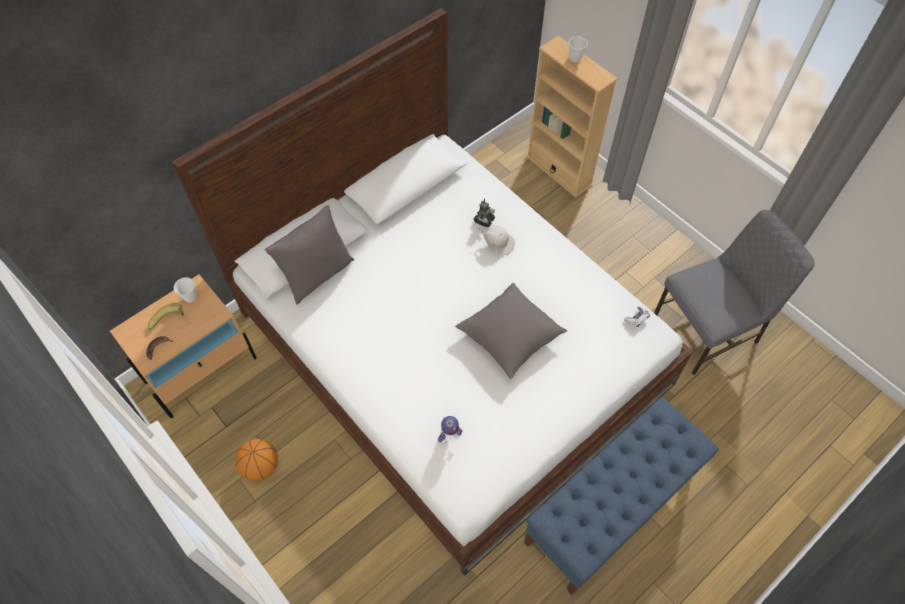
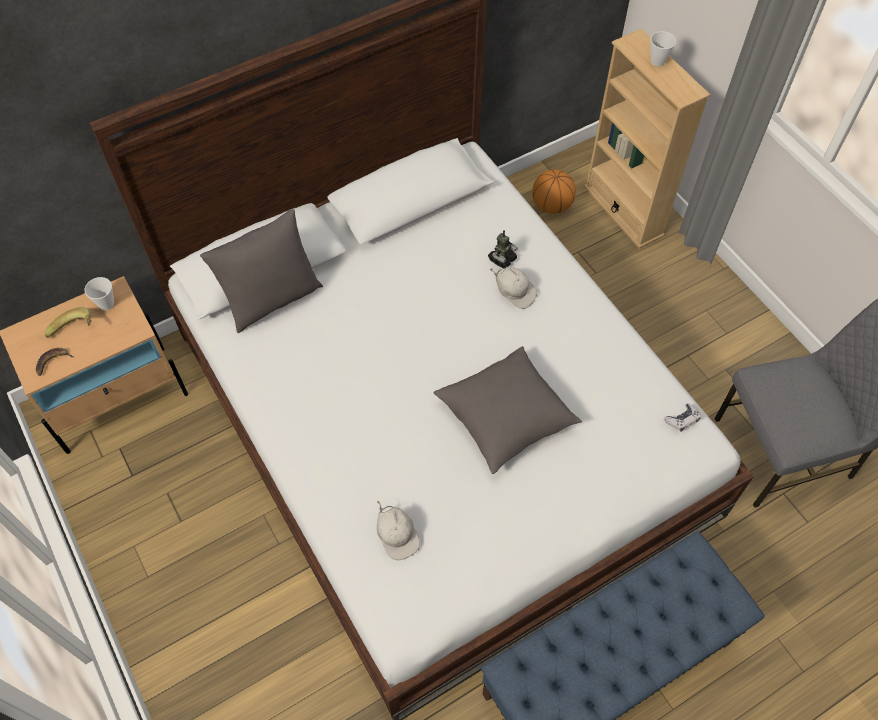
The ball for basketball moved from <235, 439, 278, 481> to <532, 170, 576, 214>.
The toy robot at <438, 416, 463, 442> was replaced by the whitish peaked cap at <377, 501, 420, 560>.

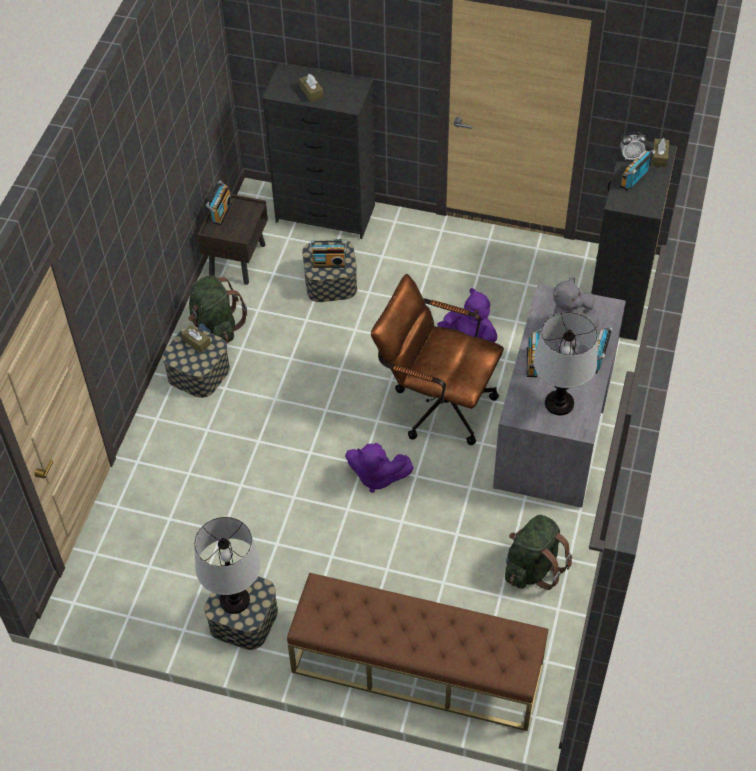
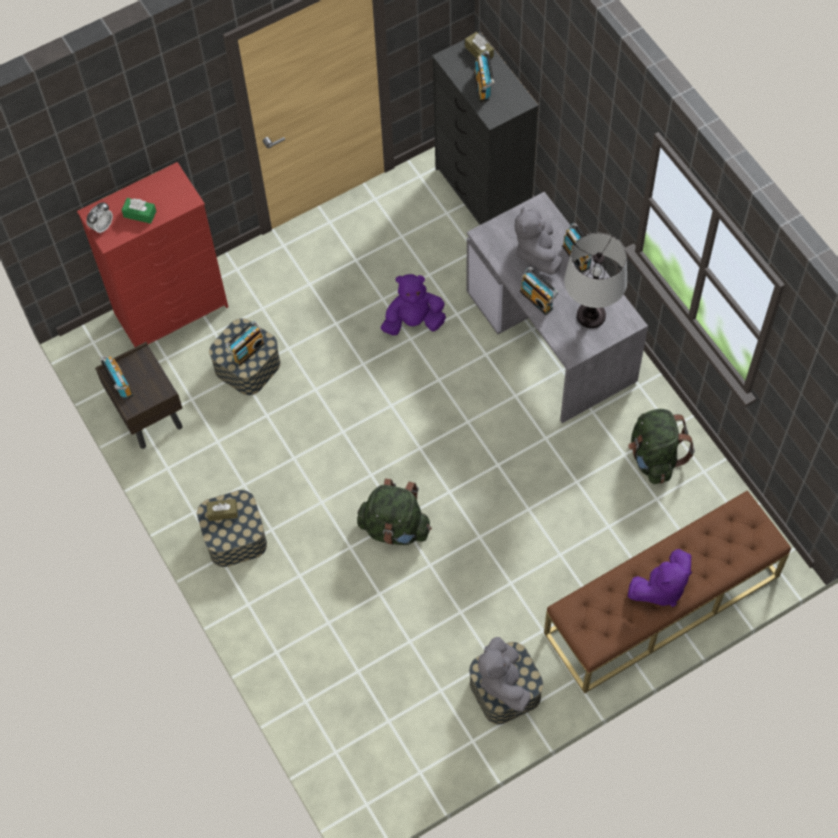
The brown office chair at <371, 274, 504, 445> disappeared.
The green-coloured rucksack moved from <188, 276, 247, 343> to <357, 478, 432, 545>.
The purple cuddly toy moved from <345, 443, 414, 493> to <628, 549, 692, 607>.
The bedside clock moved from <620, 132, 646, 160> to <86, 202, 113, 234>.
The tabletop lamp at <194, 517, 261, 614> was replaced by the greyish cuddly toy at <478, 637, 531, 711>.
The blackish dresser at <262, 64, 375, 239> became the red dresser at <77, 162, 228, 347>.
The brown box of tissues at <299, 74, 324, 102> became the green-coloured box of tissues at <122, 198, 156, 224>.

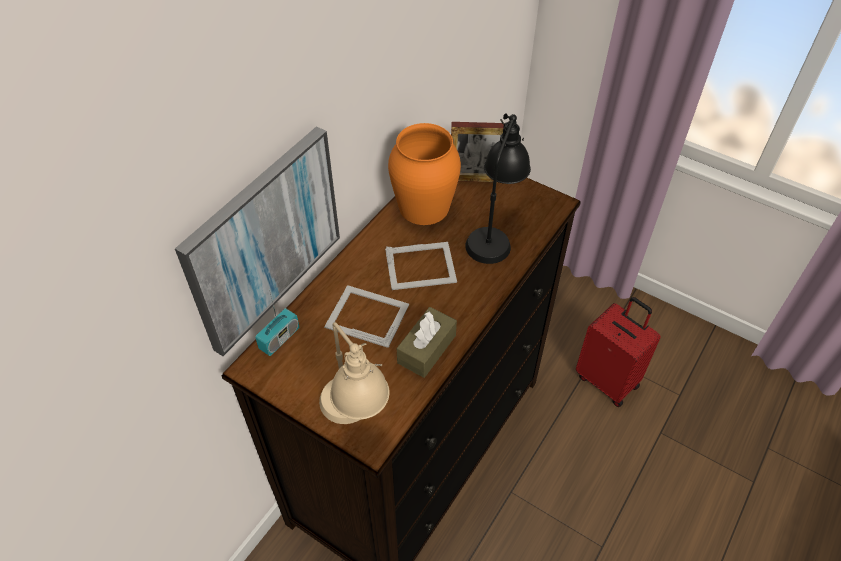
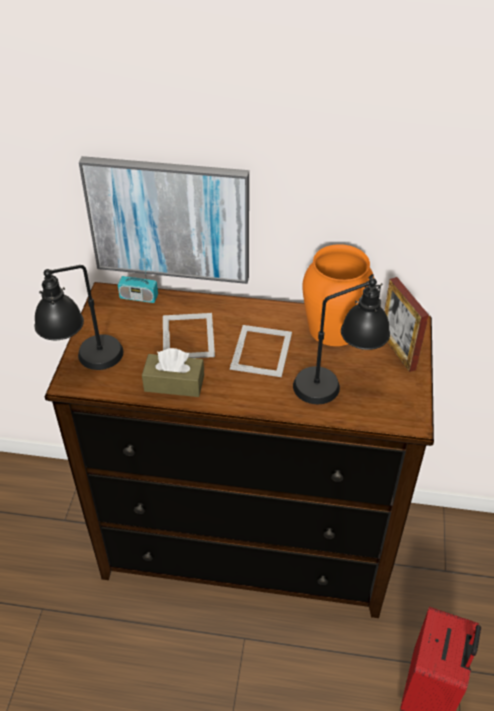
The beige tabletop lamp at <319, 322, 389, 424> became the blackish tabletop lamp at <35, 265, 124, 370>.
The picture frame at <385, 242, 457, 290> turned 135 degrees counterclockwise.

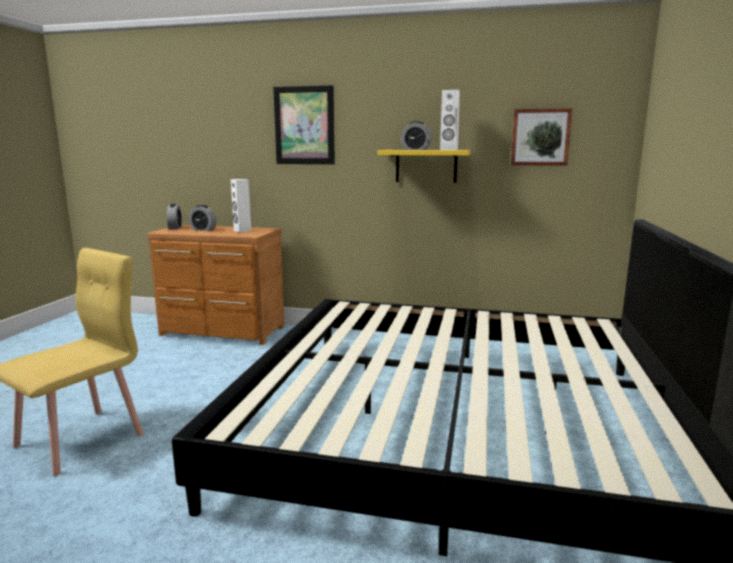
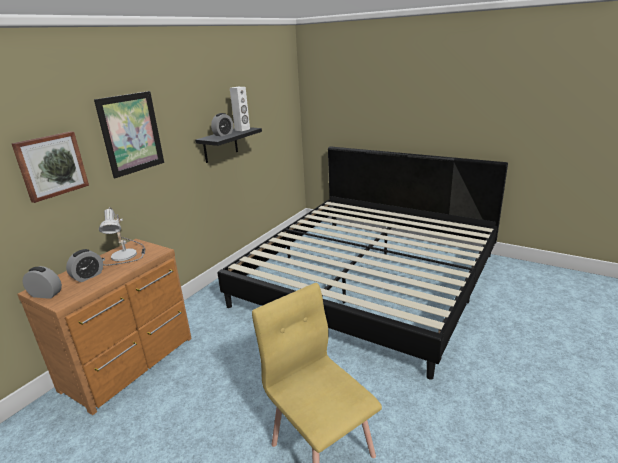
The wall picture moved from <511, 108, 573, 166> to <12, 131, 89, 203>.
The whitish audio speaker at <231, 179, 251, 232> was replaced by the tabletop lamp at <99, 207, 145, 266>.
The yellow-coloured shelf at <378, 150, 470, 183> became the blackish shelf at <195, 127, 262, 163>.

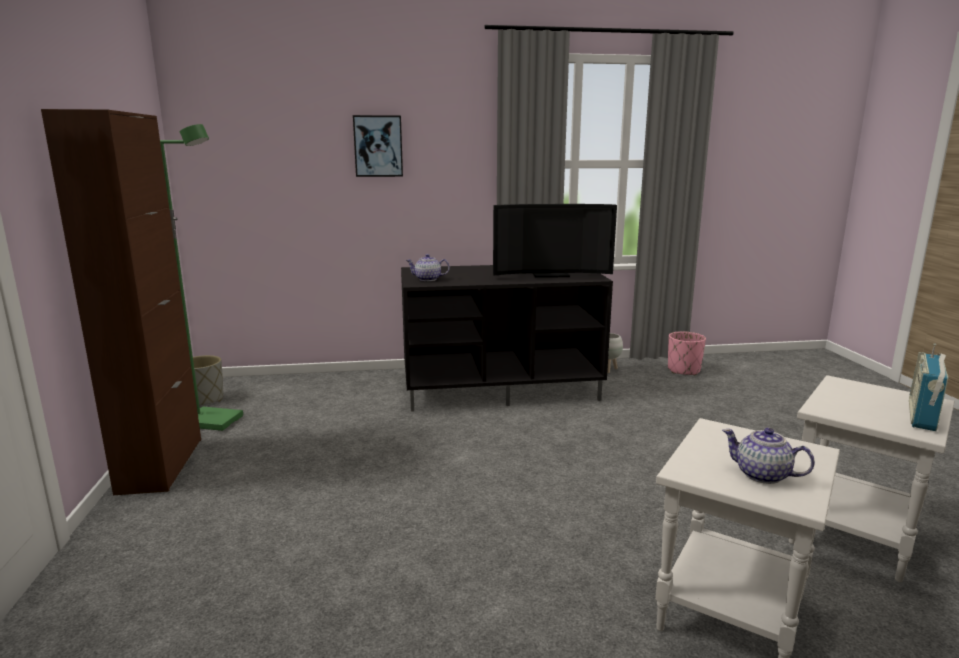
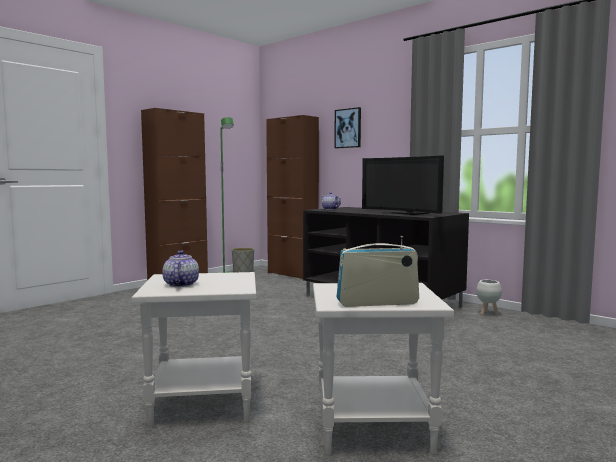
The pinkish plant pot at <668, 331, 706, 375> disappeared.
The brown storage cabinet at <266, 115, 319, 279> appeared.

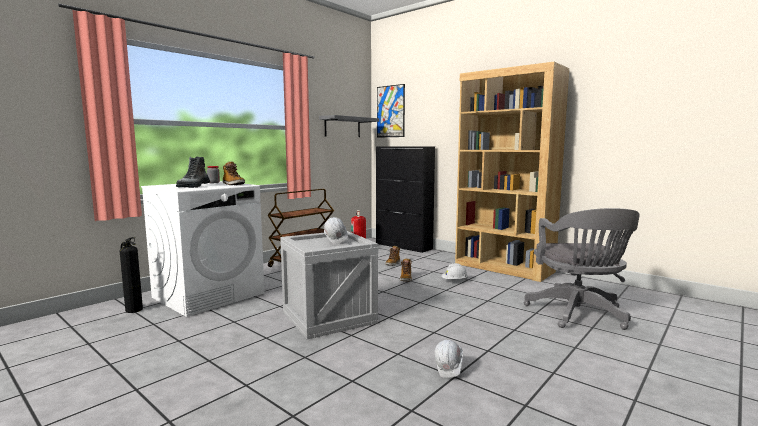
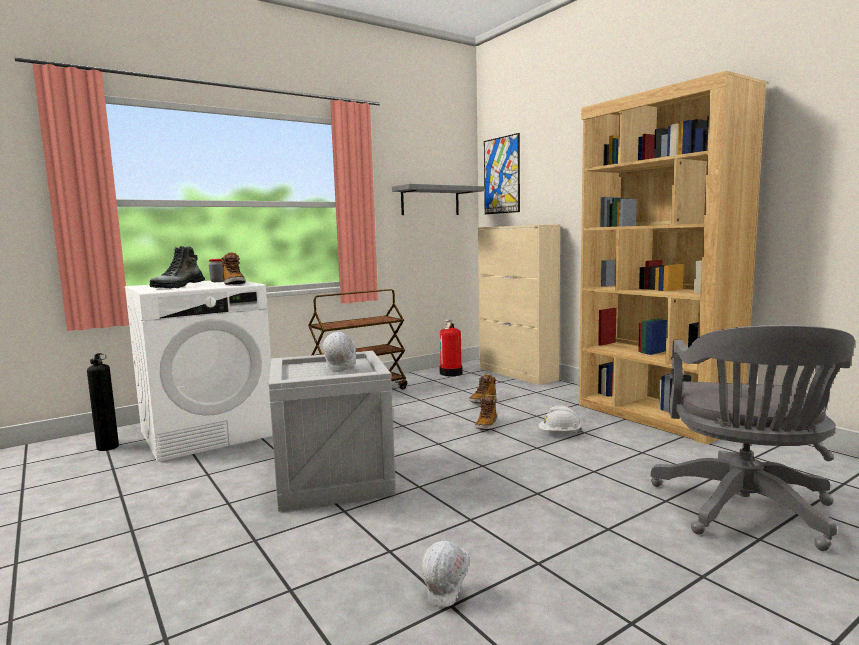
The blackish storage cabinet at <376, 147, 435, 253> became the beige storage cabinet at <478, 225, 560, 385>.

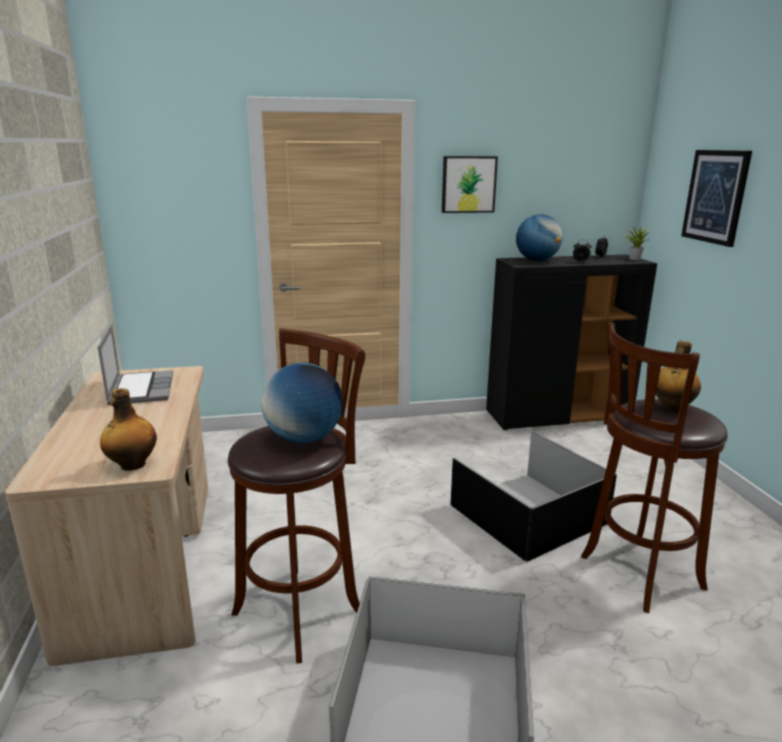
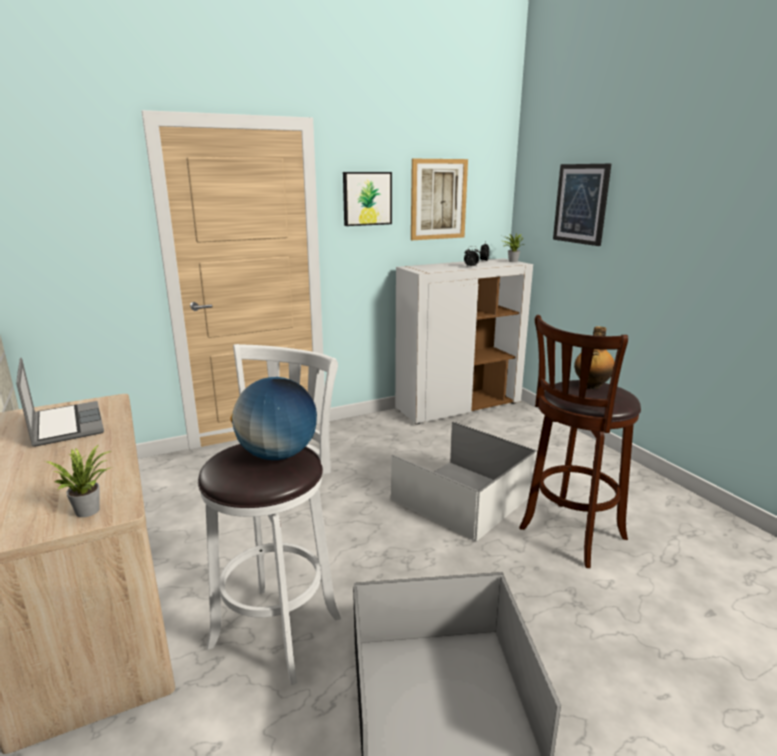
The globe at <516, 214, 563, 261> disappeared.
The wall picture at <411, 159, 468, 240> appeared.
The bottle at <100, 388, 157, 471> was replaced by the potted plant at <45, 445, 111, 517>.
The brown stool seat at <228, 328, 365, 663> became the whitish stool seat at <198, 344, 341, 685>.
The blackish storage bin at <450, 431, 617, 562> became the whitish storage bin at <391, 422, 537, 541>.
The blackish storage cabinet at <486, 255, 657, 431> became the whitish storage cabinet at <395, 258, 533, 425>.

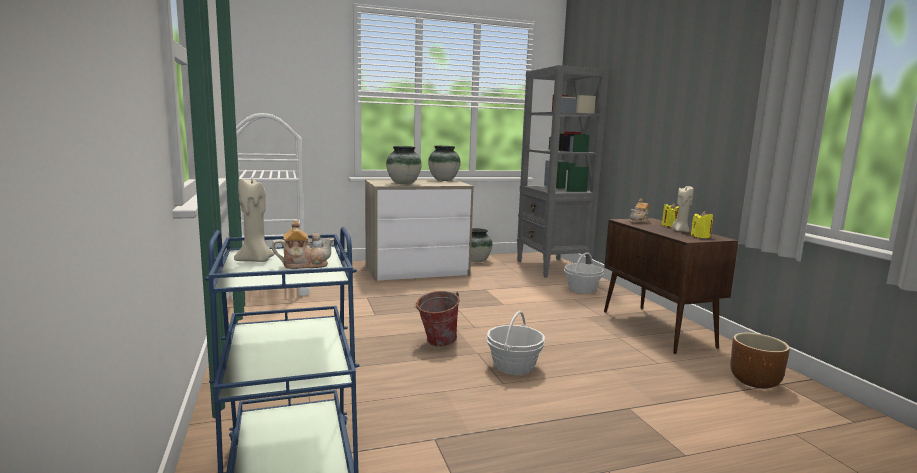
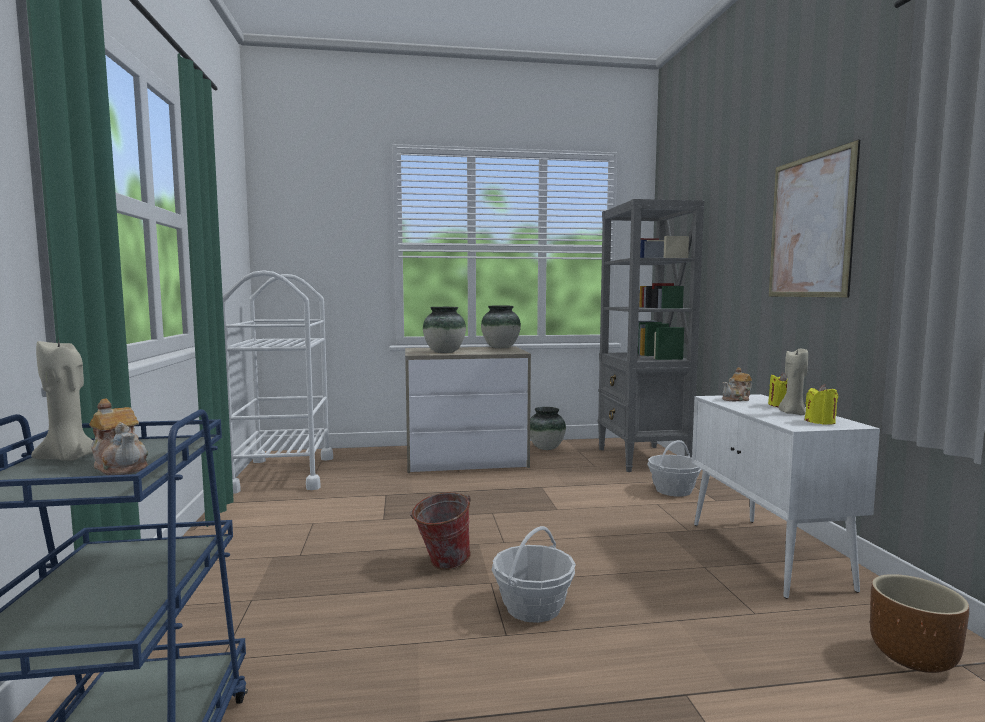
The wall picture at <769, 140, 860, 297> appeared.
The brown storage cabinet at <604, 218, 738, 354> became the whitish storage cabinet at <692, 394, 880, 599>.
The pot for tea at <272, 220, 334, 269> turned 45 degrees clockwise.

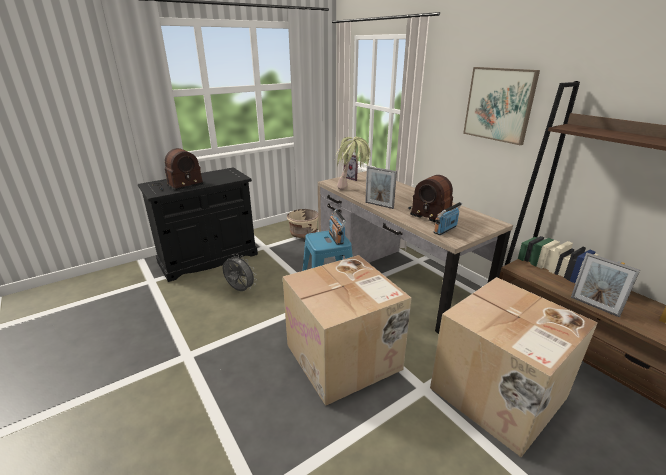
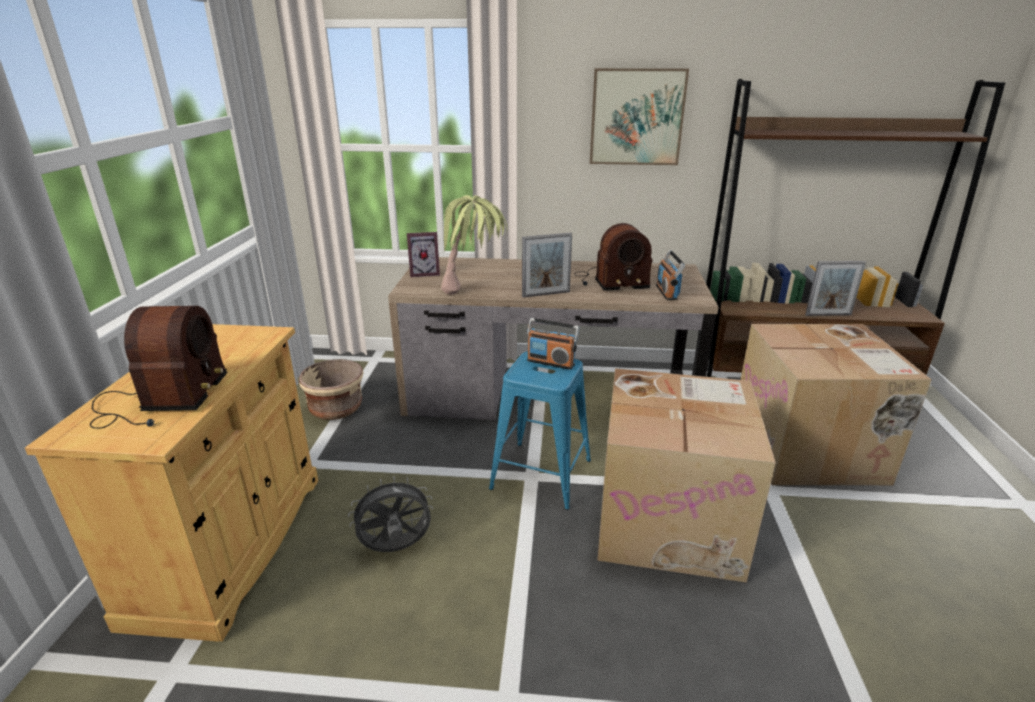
The blackish storage cabinet at <138, 167, 258, 282> became the beige storage cabinet at <25, 324, 318, 642>.

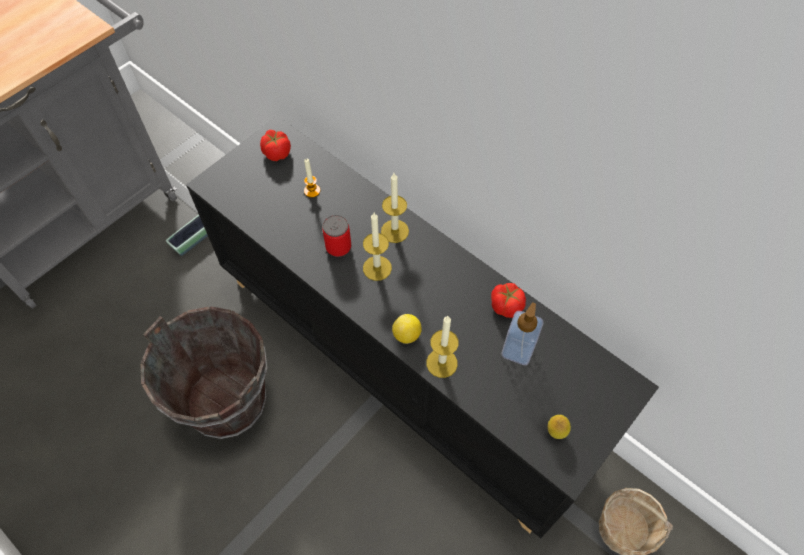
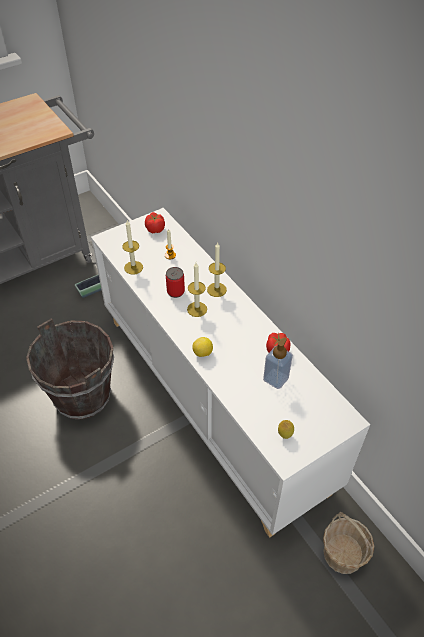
The candle moved from <426, 316, 459, 378> to <123, 220, 143, 275>.
The blackish storage cabinet at <186, 116, 659, 538> became the whitish storage cabinet at <91, 208, 370, 538>.

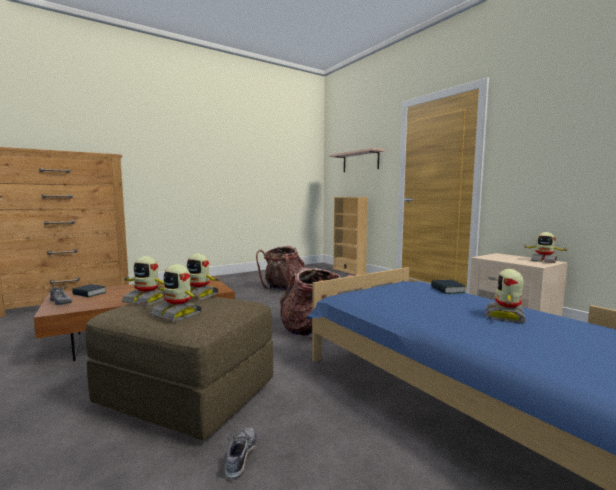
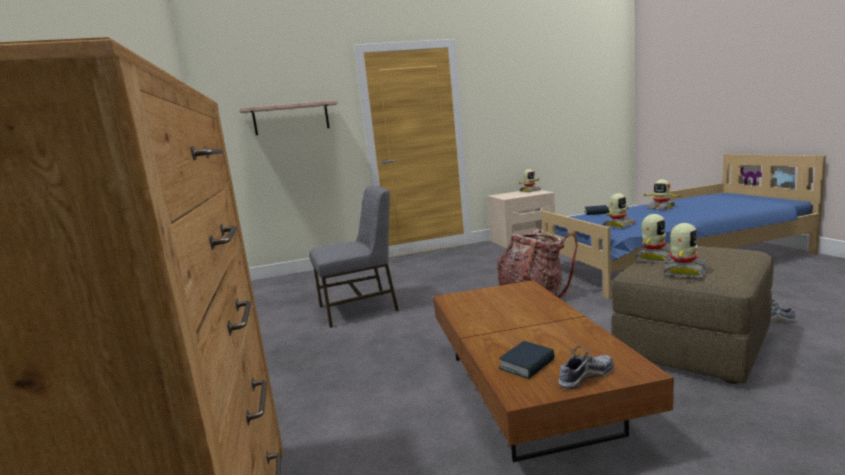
The beige bookcase at <333, 197, 368, 275> disappeared.
The toy robot moved from <150, 264, 202, 321> to <603, 193, 636, 228>.
The rucksack at <256, 246, 305, 291> was replaced by the greyish upright chair at <309, 186, 399, 328>.

